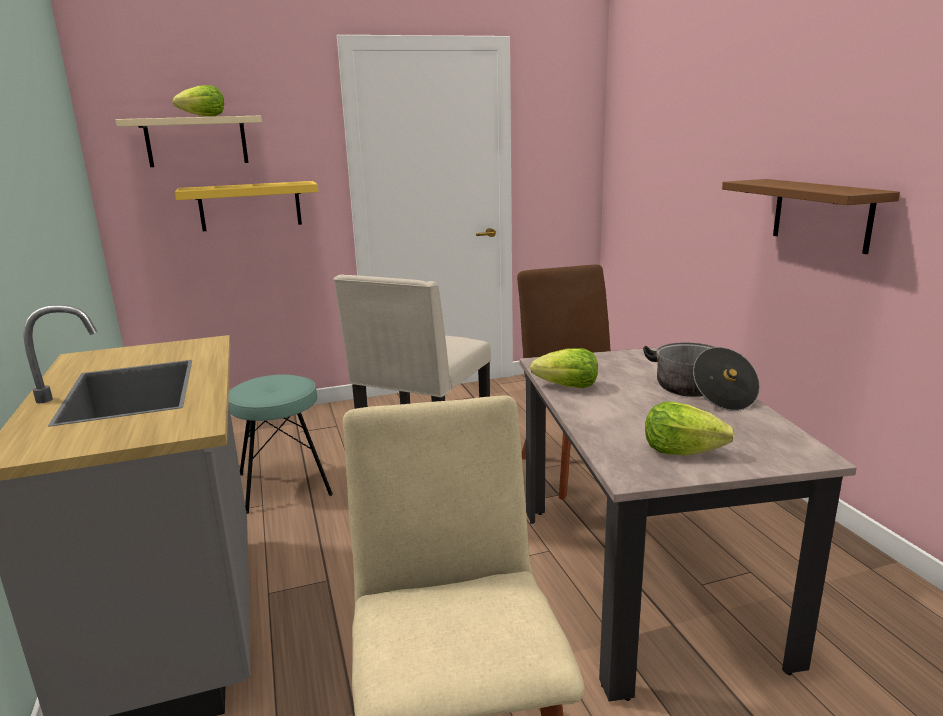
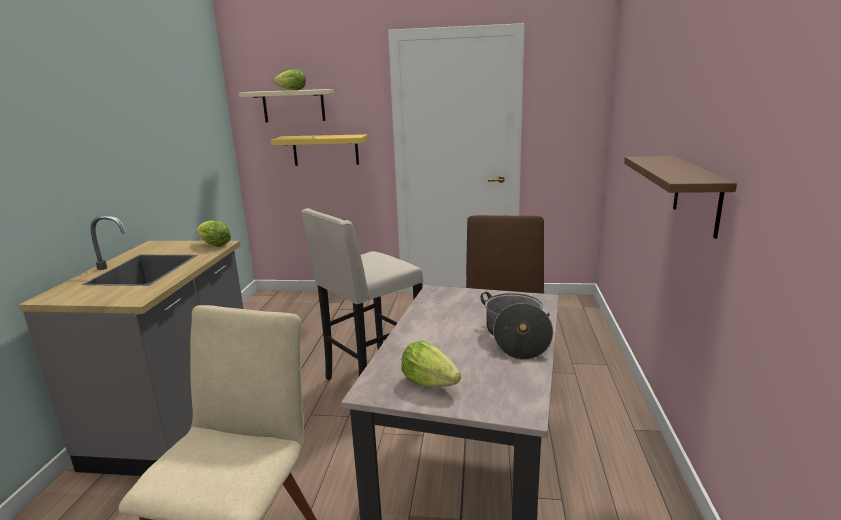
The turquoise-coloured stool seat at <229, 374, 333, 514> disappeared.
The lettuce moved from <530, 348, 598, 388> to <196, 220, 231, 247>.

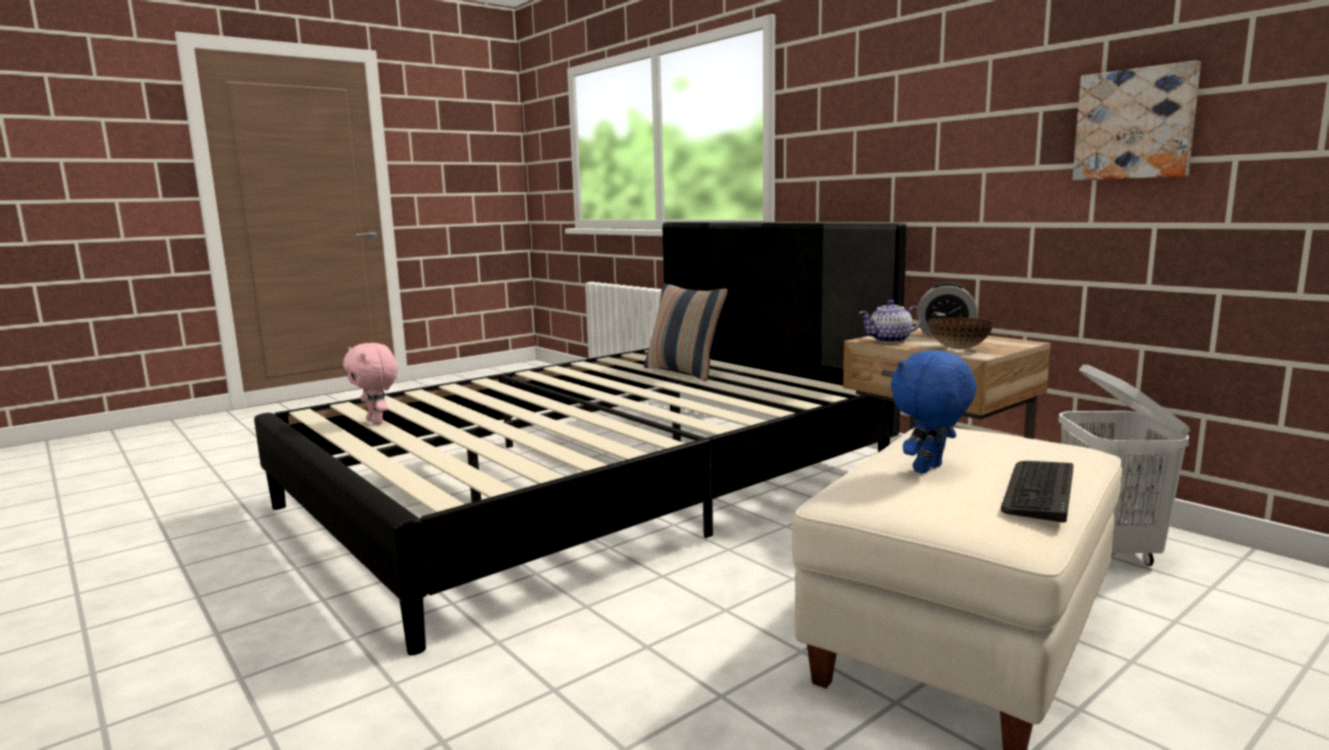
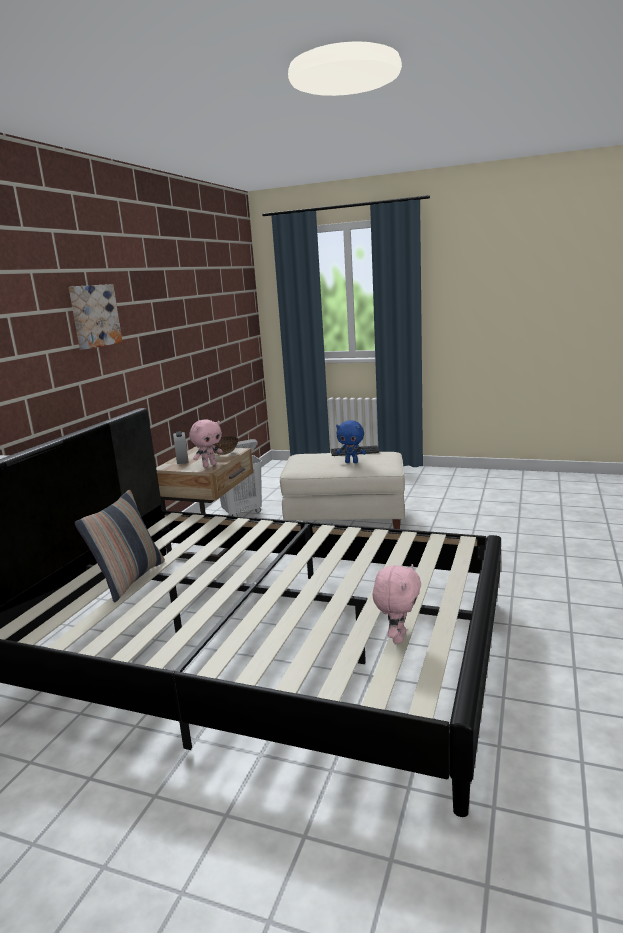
The wall picture moved from <1073, 60, 1201, 180> to <69, 284, 122, 350>.
The pot for tea at <859, 300, 922, 343> was replaced by the pinkish cuddly toy at <189, 419, 223, 467>.

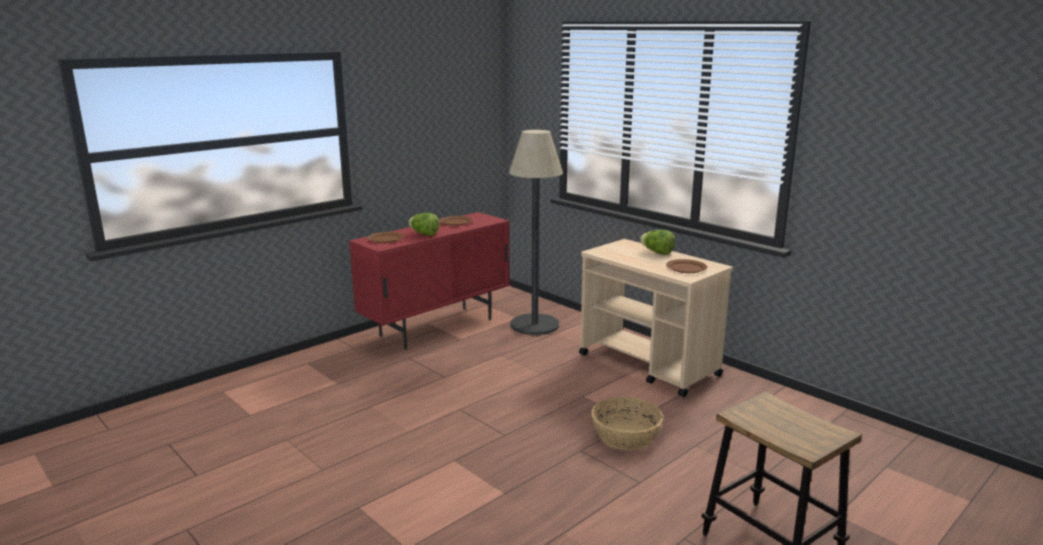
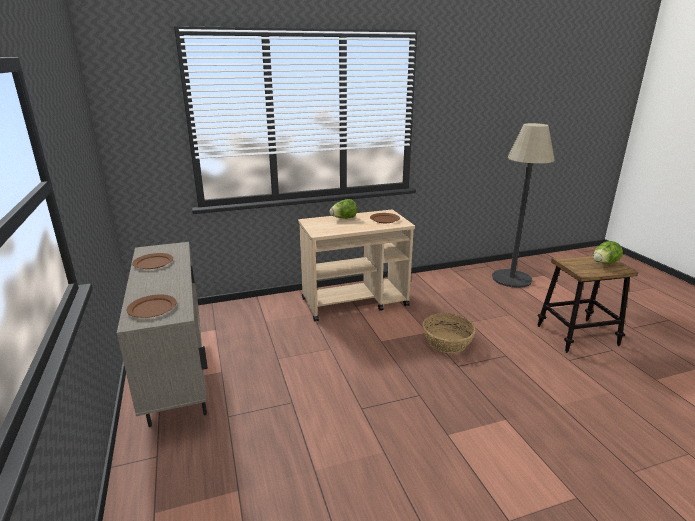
The lettuce moved from <409, 213, 440, 236> to <593, 241, 623, 264>.
The standard lamp moved from <509, 130, 563, 335> to <492, 123, 555, 288>.
The red storage cabinet at <349, 212, 510, 350> became the beige storage cabinet at <117, 242, 208, 427>.

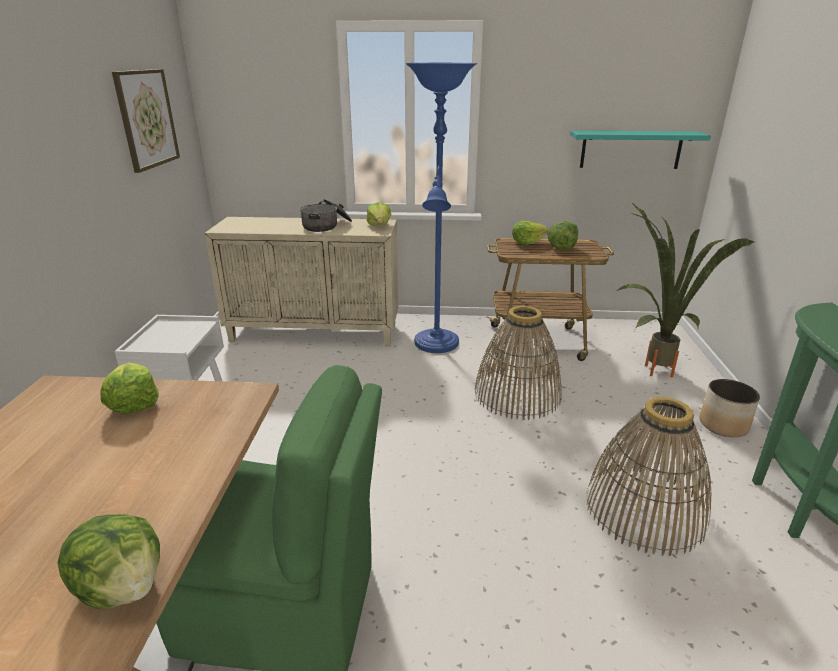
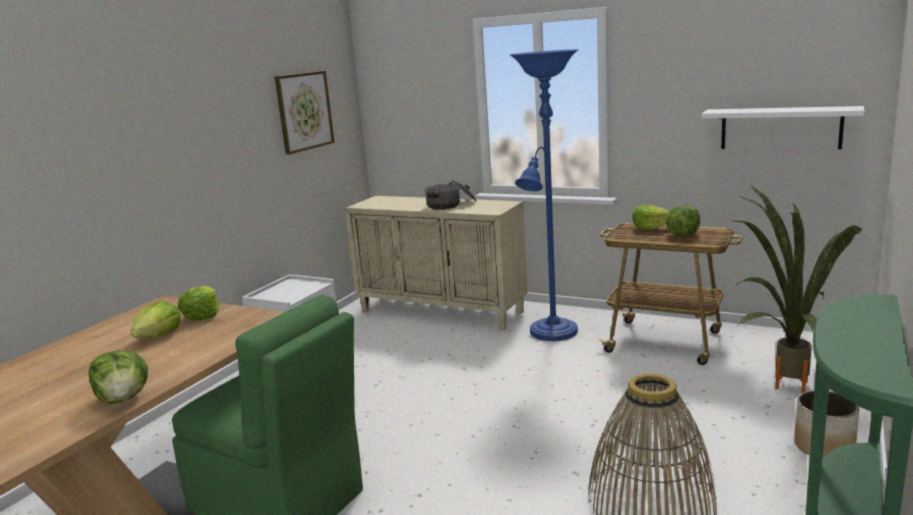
The household basket at <475, 306, 561, 420> disappeared.
The lettuce moved from <366, 202, 391, 226> to <130, 301, 181, 338>.
The turquoise-coloured shelf at <570, 130, 711, 169> became the whitish shelf at <701, 106, 865, 149>.

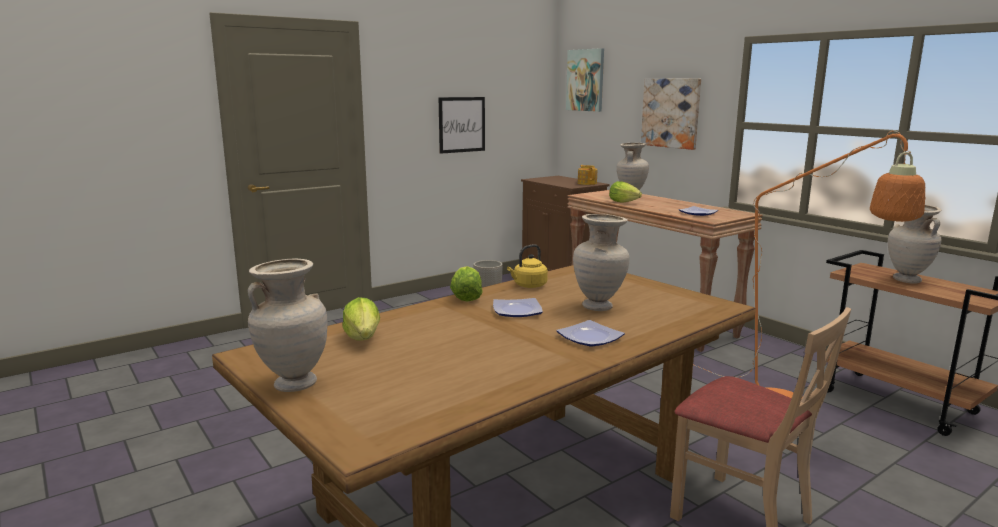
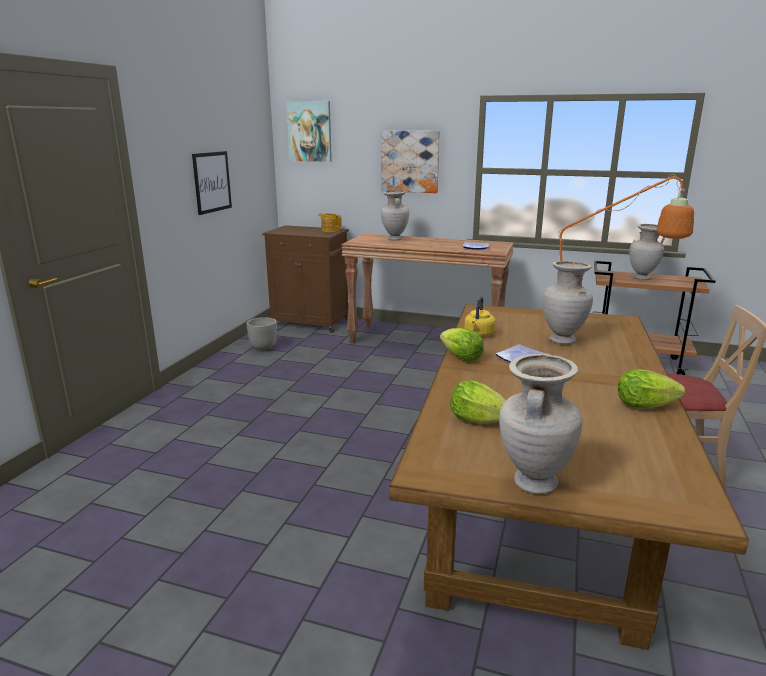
The plate at <557, 320, 625, 347> disappeared.
The lettuce moved from <609, 181, 642, 203> to <618, 369, 685, 408>.

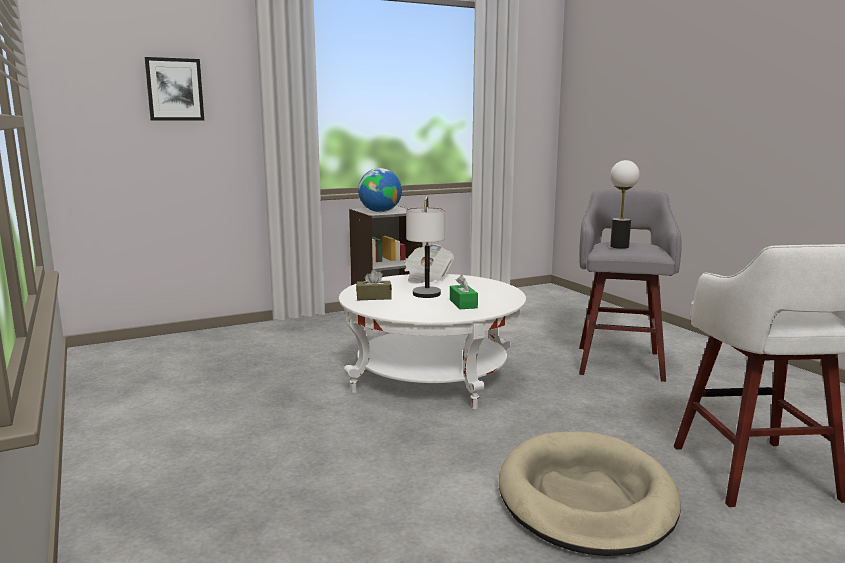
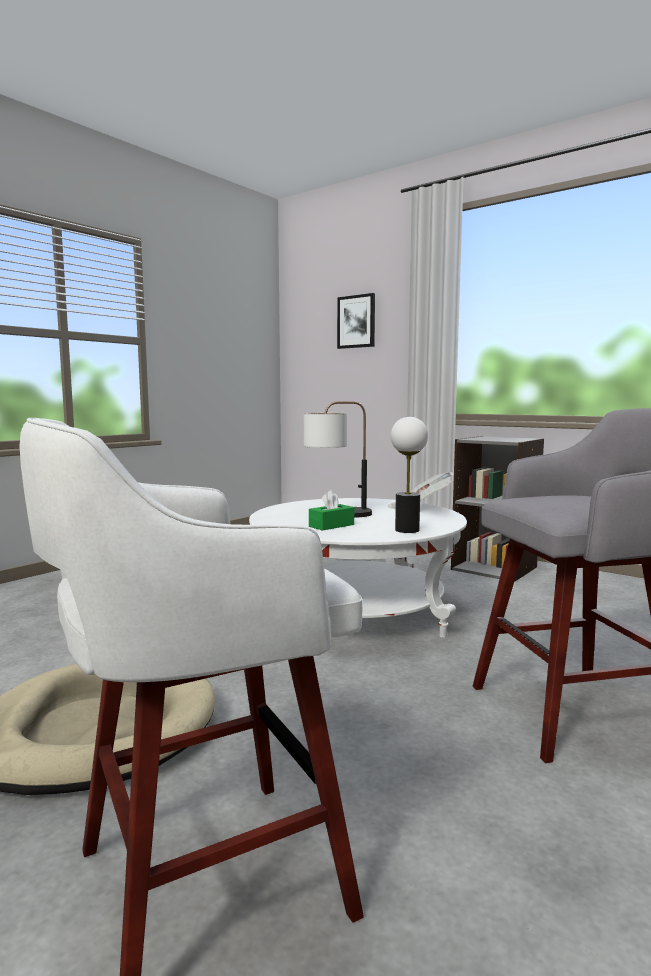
The brown box of tissues at <356, 269, 392, 300> disappeared.
The globe at <358, 168, 402, 212> disappeared.
The tabletop lamp moved from <610, 160, 640, 249> to <391, 417, 428, 533>.

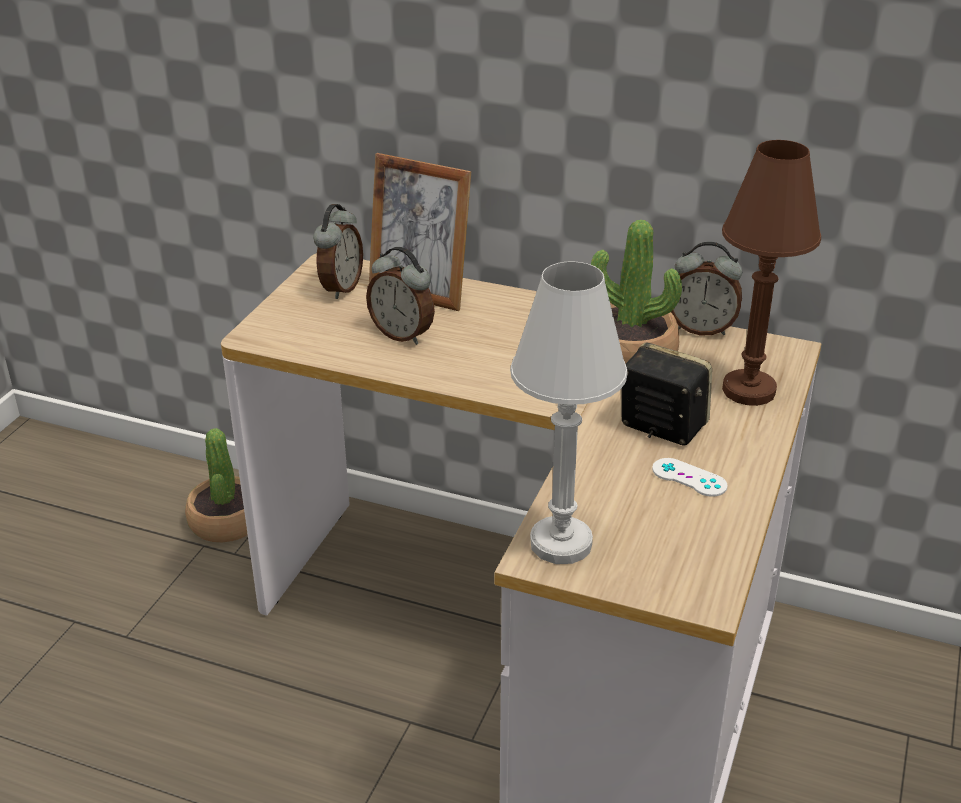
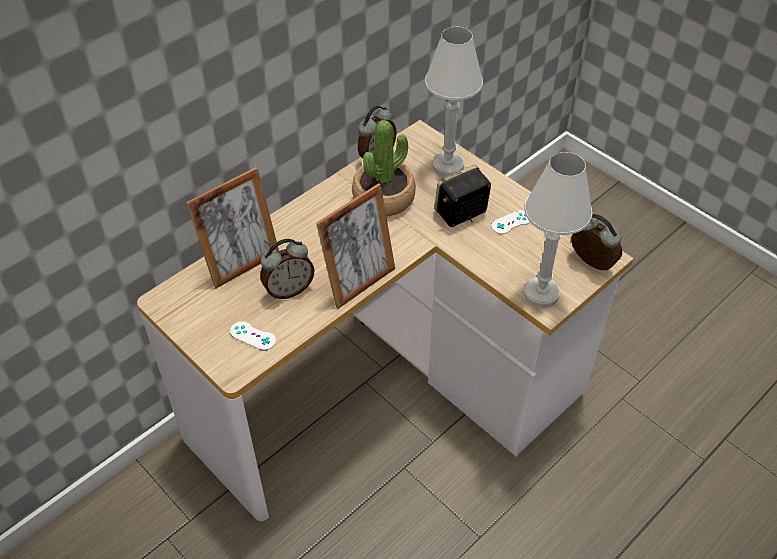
The potted plant at <185, 428, 248, 542> disappeared.
The whitish game controller at <230, 321, 276, 351> appeared.
The picture frame at <316, 183, 395, 309> appeared.
The bedside clock moved from <313, 204, 363, 299> to <571, 214, 622, 271>.
The brown tabletop lamp at <722, 140, 821, 406> became the whitish tabletop lamp at <425, 27, 483, 177>.

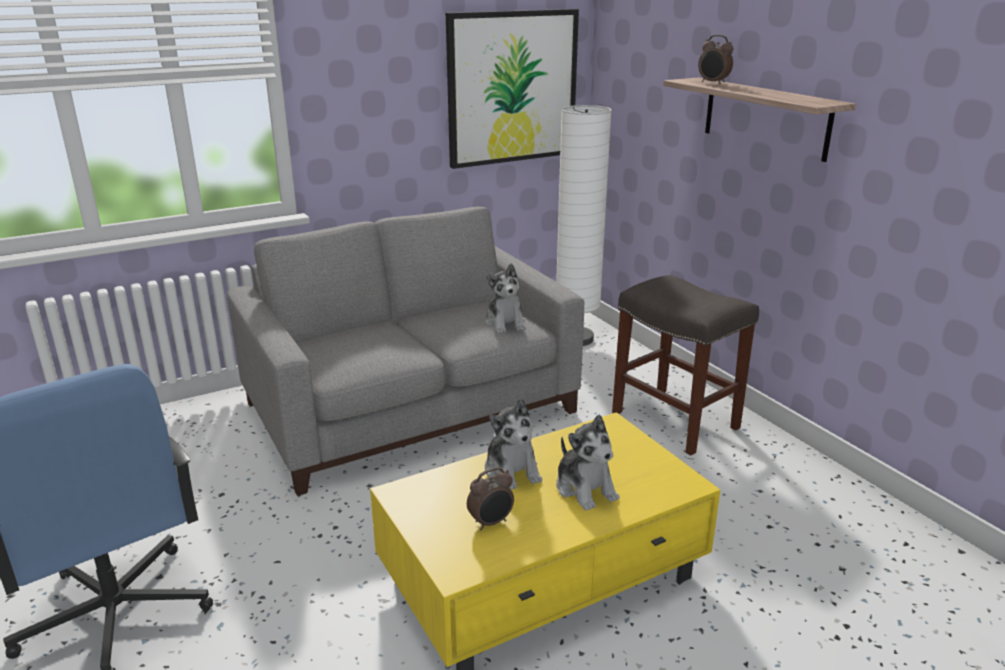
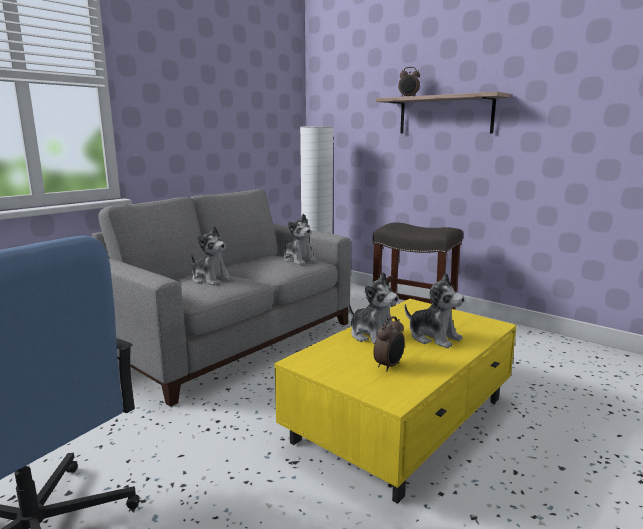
The wall picture at <446, 9, 579, 169> disappeared.
The cuddly toy at <191, 226, 233, 286> appeared.

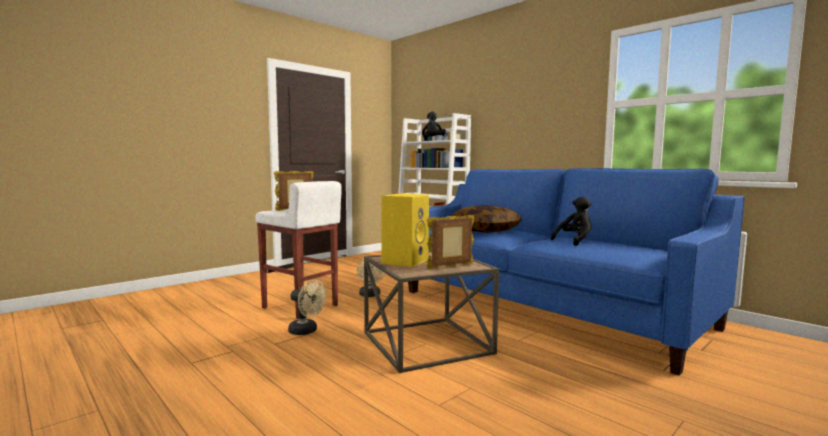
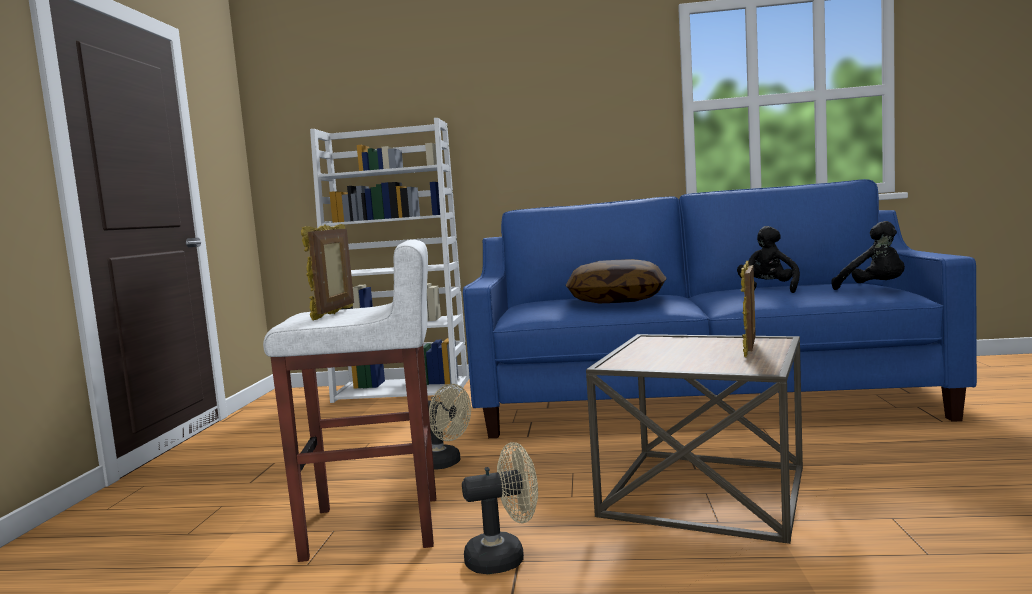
The yellow-coloured audio speaker at <381, 194, 429, 267> disappeared.
The blackish cuddly toy moved from <422, 111, 446, 140> to <831, 221, 905, 290>.

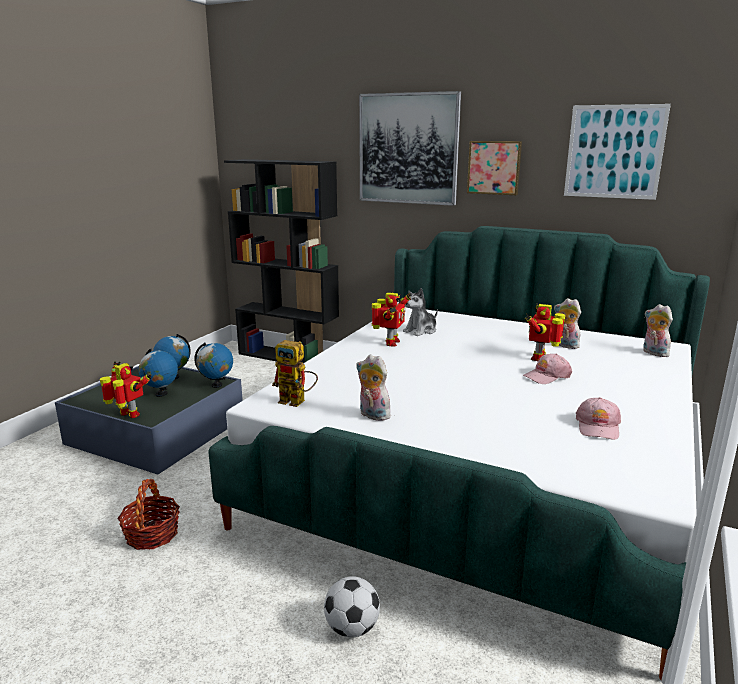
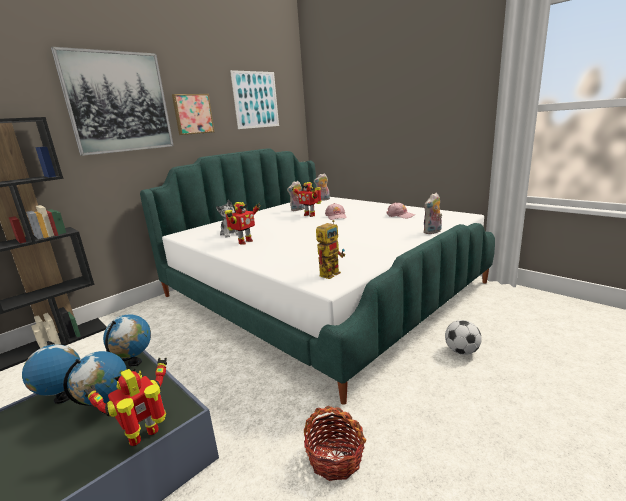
The cuddly toy moved from <356, 354, 391, 421> to <424, 193, 442, 234>.
The toy robot at <372, 292, 411, 346> turned 90 degrees clockwise.

